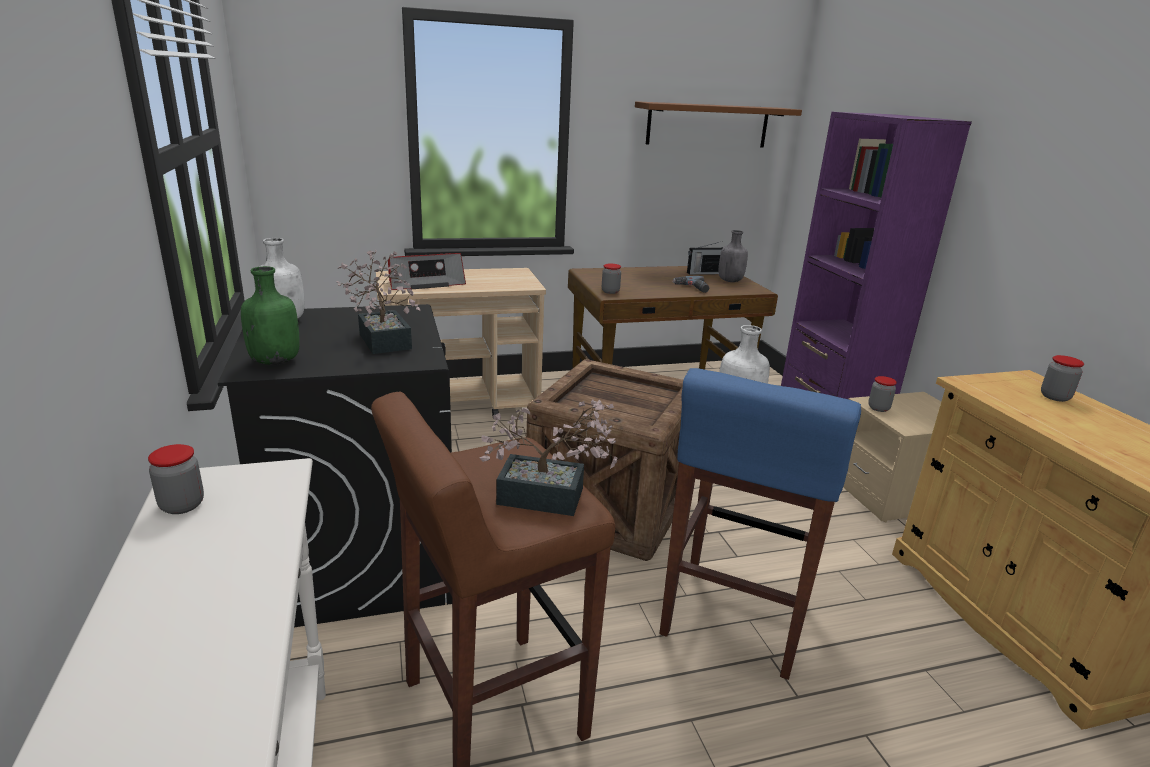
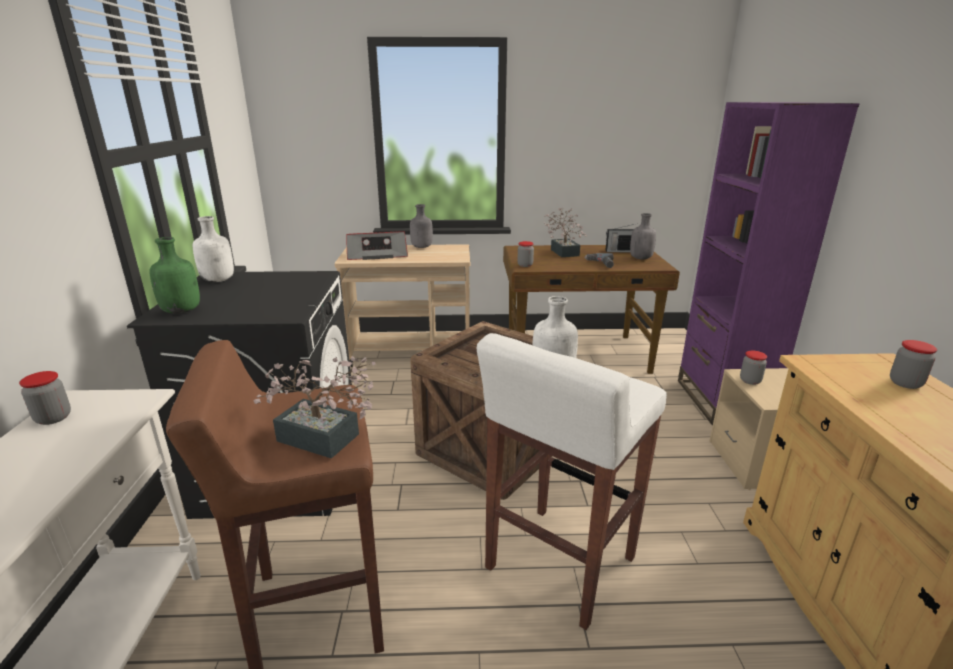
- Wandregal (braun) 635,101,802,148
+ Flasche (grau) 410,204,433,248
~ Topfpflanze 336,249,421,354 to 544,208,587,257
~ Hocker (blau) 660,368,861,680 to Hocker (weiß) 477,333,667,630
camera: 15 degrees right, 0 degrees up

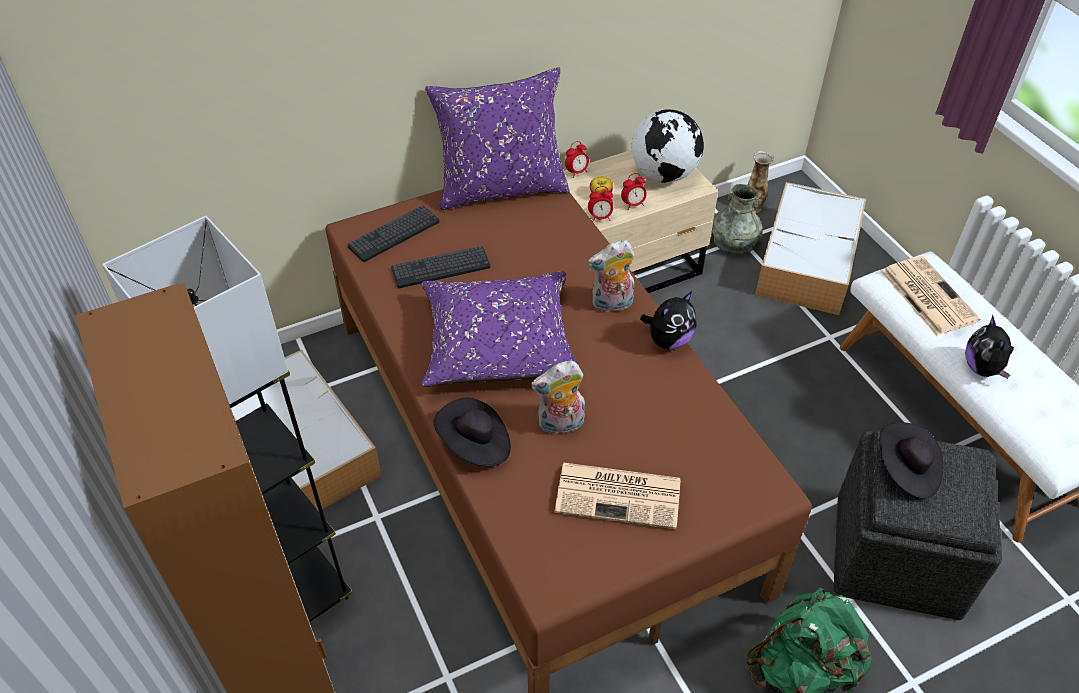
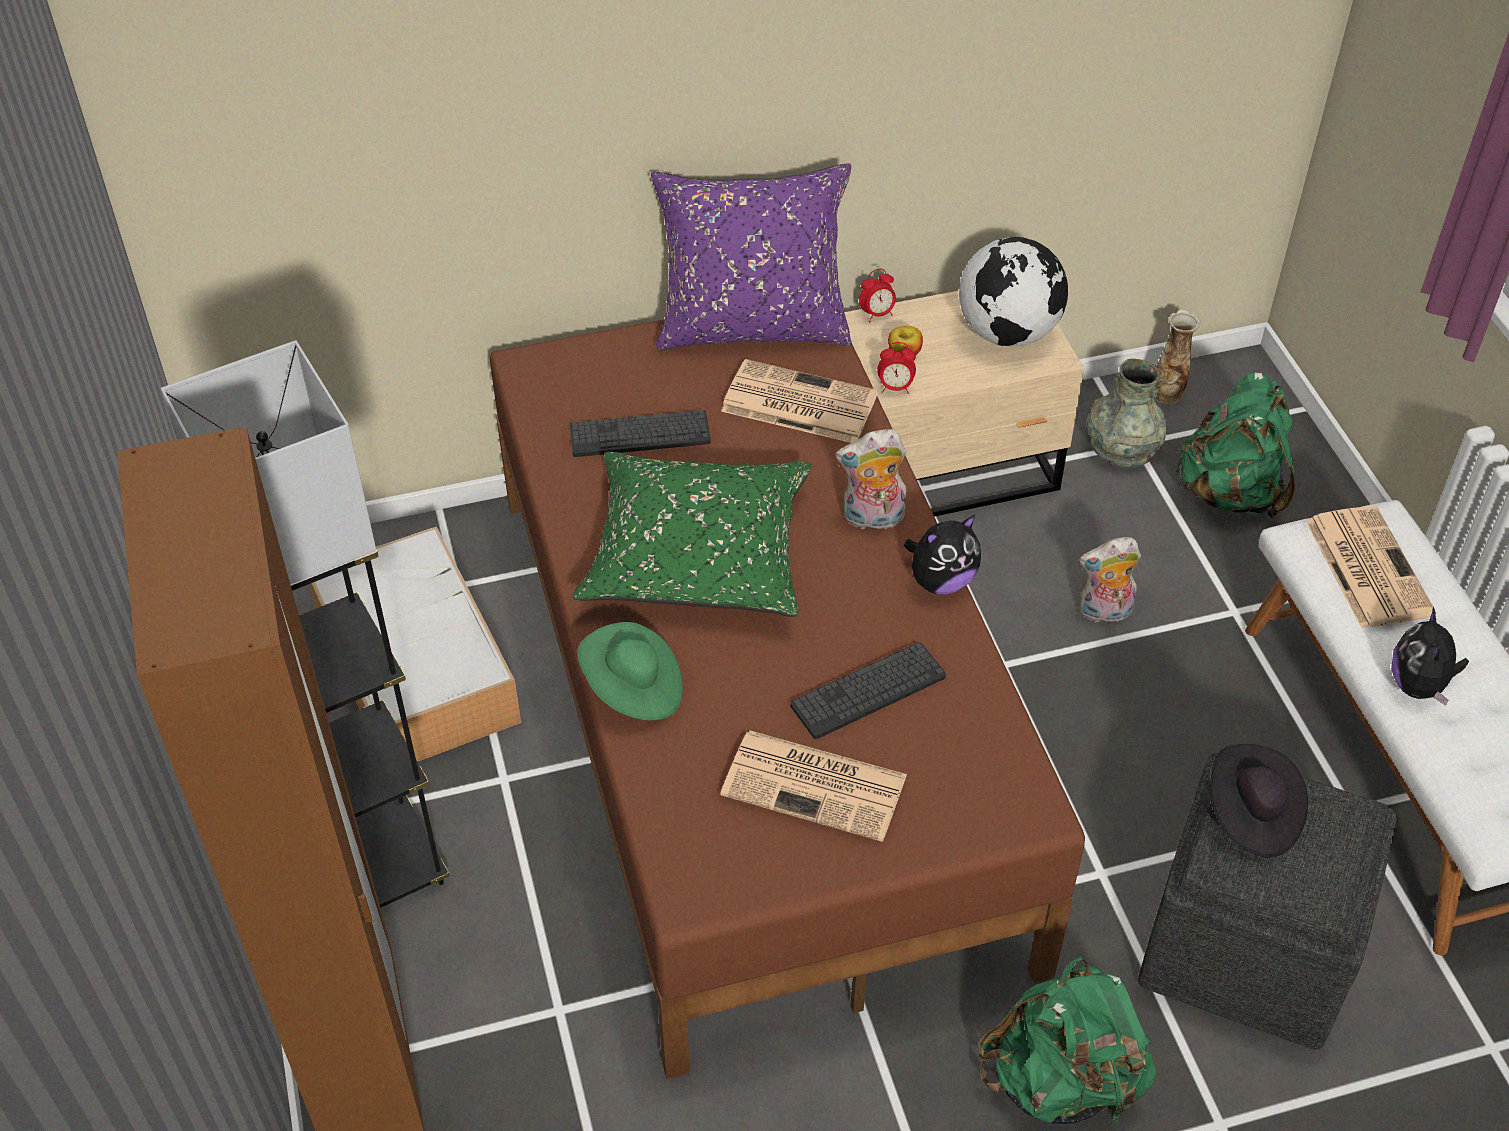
- Wecker 621,173,647,210
+ Zeitung 721,359,878,443
~ Tastatur 347,205,439,262 to 790,642,946,739
~ Plüschtier 531,361,585,435 to 1079,537,1141,622
~ Aufbewahrungsbox 755,182,866,315 to Rucksack (grün) 1176,373,1295,519
~ Kissen (lila) 421,272,577,387 to Kissen (grün) 573,451,811,617
~ Hut (schwarz) 434,398,511,466 to Hut (grün) 577,622,683,720
camera: 10 degrees right, 0 degrees up

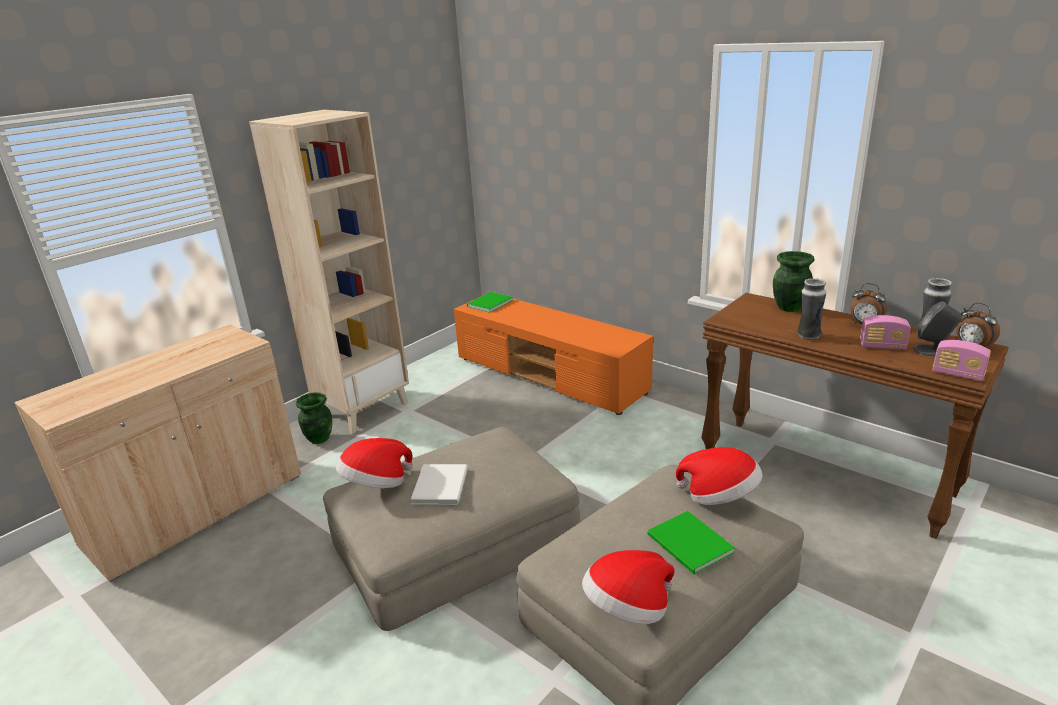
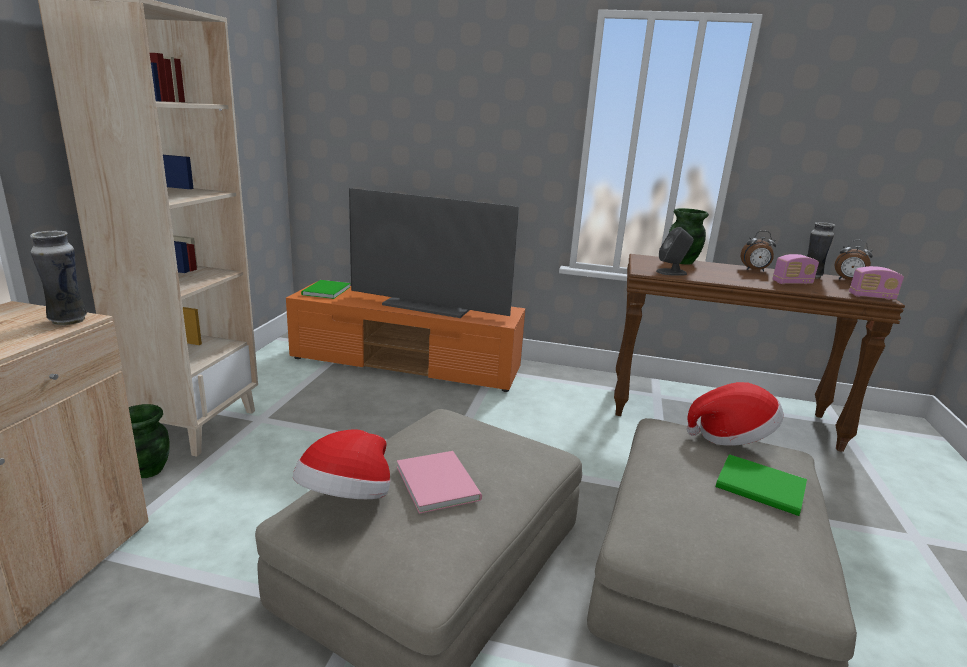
- Hut 582,550,674,624
+ Fernseher 349,188,519,318
~ Vase 797,278,826,340 to 30,230,87,325
~ Lautsprecher (grau) 913,302,962,356 to 656,227,694,276
~ Buch (weiß) 411,464,468,505 to Buch (rosa) 397,451,482,514
camera: 30 degrees left, 5 degrees down

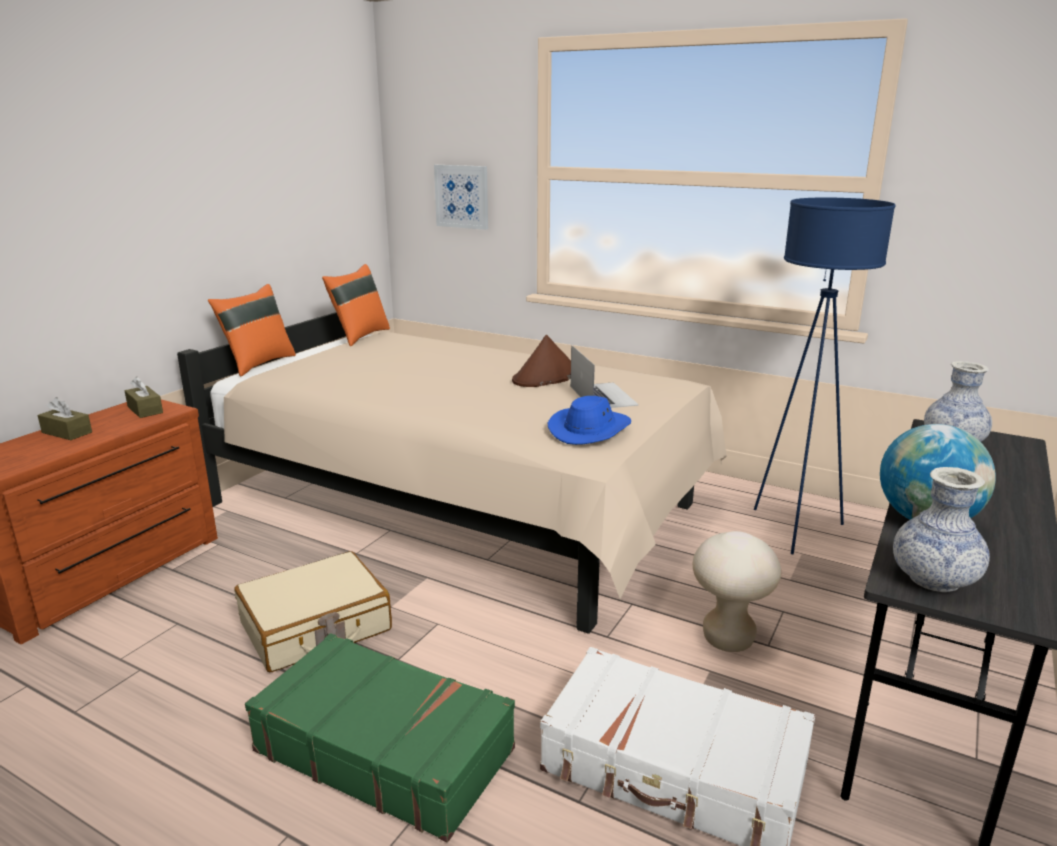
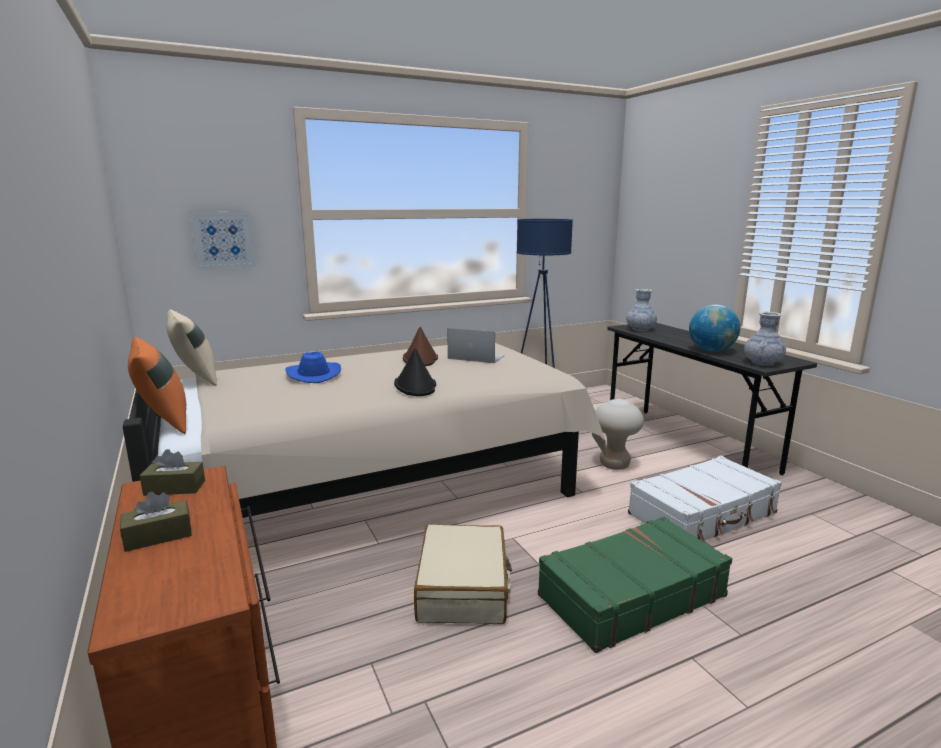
+ Hut (schwarz) 394,348,436,396
~ Hut (blau) 548,396,631,445 to 285,351,341,383
~ Kissen (orange) 322,264,390,346 to Kissen (beige) 166,309,217,386
camera: 55 degrees left, 5 degrees down

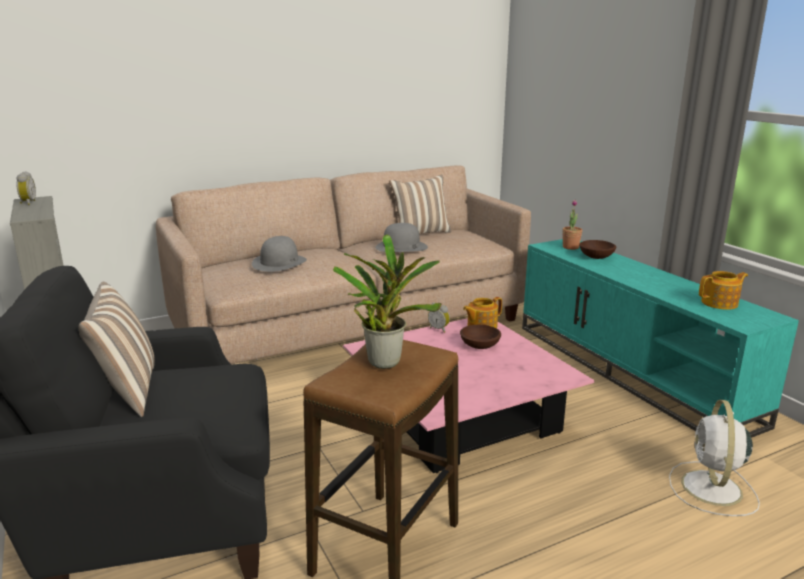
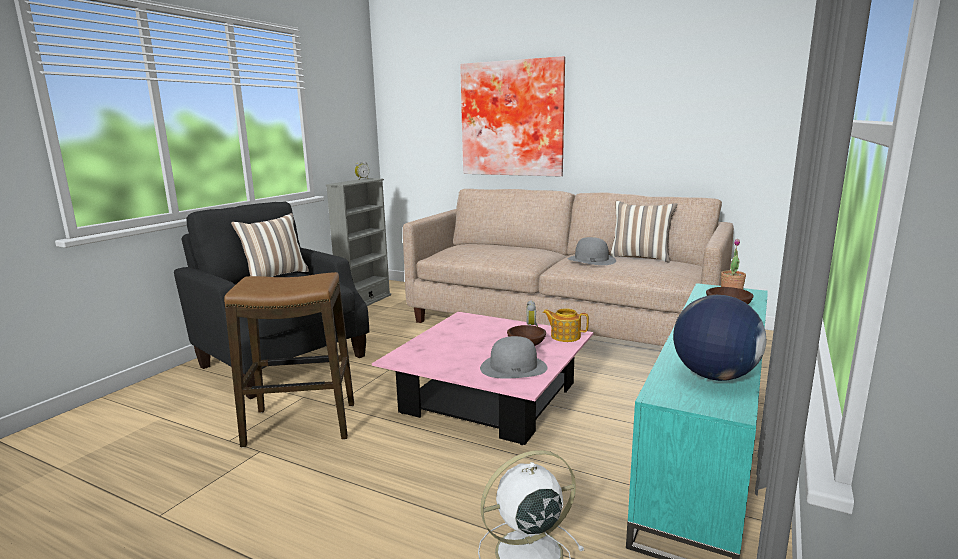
- Topfpflanze 333,234,442,369
+ Bild 460,56,565,177
~ Hut (grau) 252,236,307,272 to 480,336,547,379
~ Teekanne 699,271,748,310 to Globus 673,295,766,381
camera: 55 degrees right, 5 degrees down

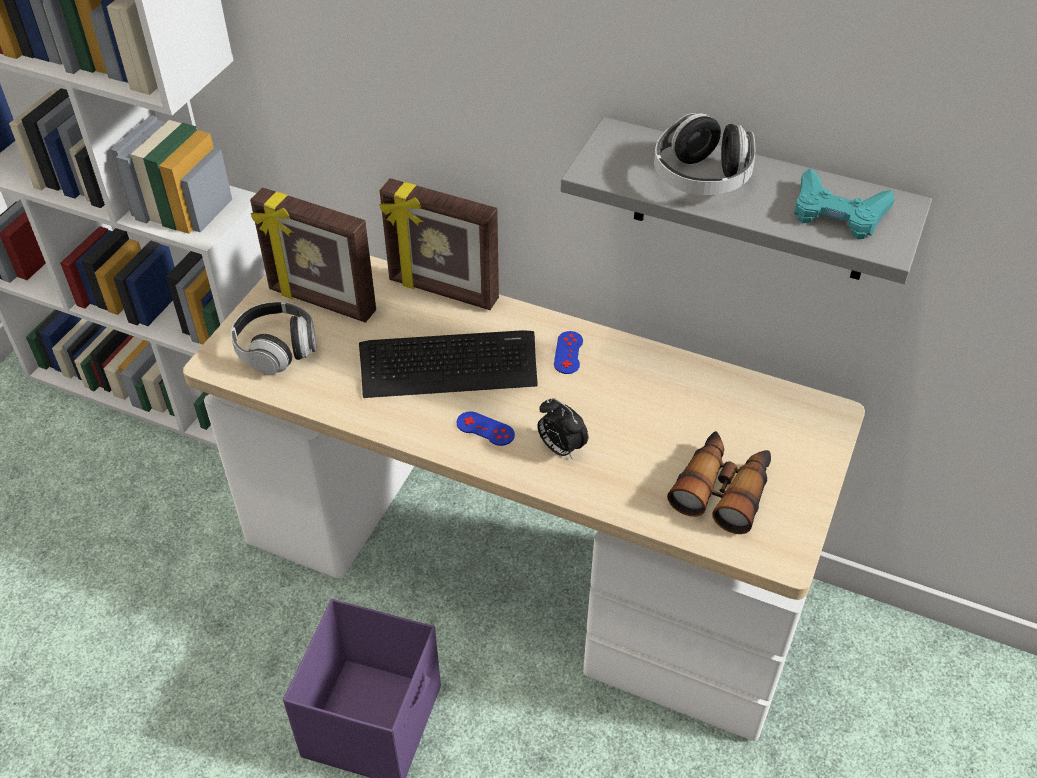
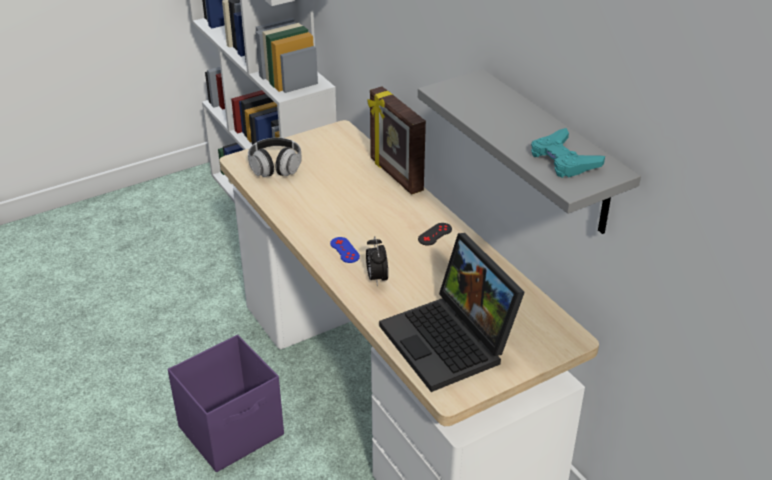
- Bilderrahmen 250,187,376,323
- Tastatur 359,330,538,398
- Kopfhörer 654,113,756,195
~ Fernglas 667,431,771,534 to Laptop 379,233,525,392
~ Gamepad (blau) 554,331,583,374 to Gamepad (schwarz) 418,223,452,245
camera: 35 degrees right, 10 degrees down

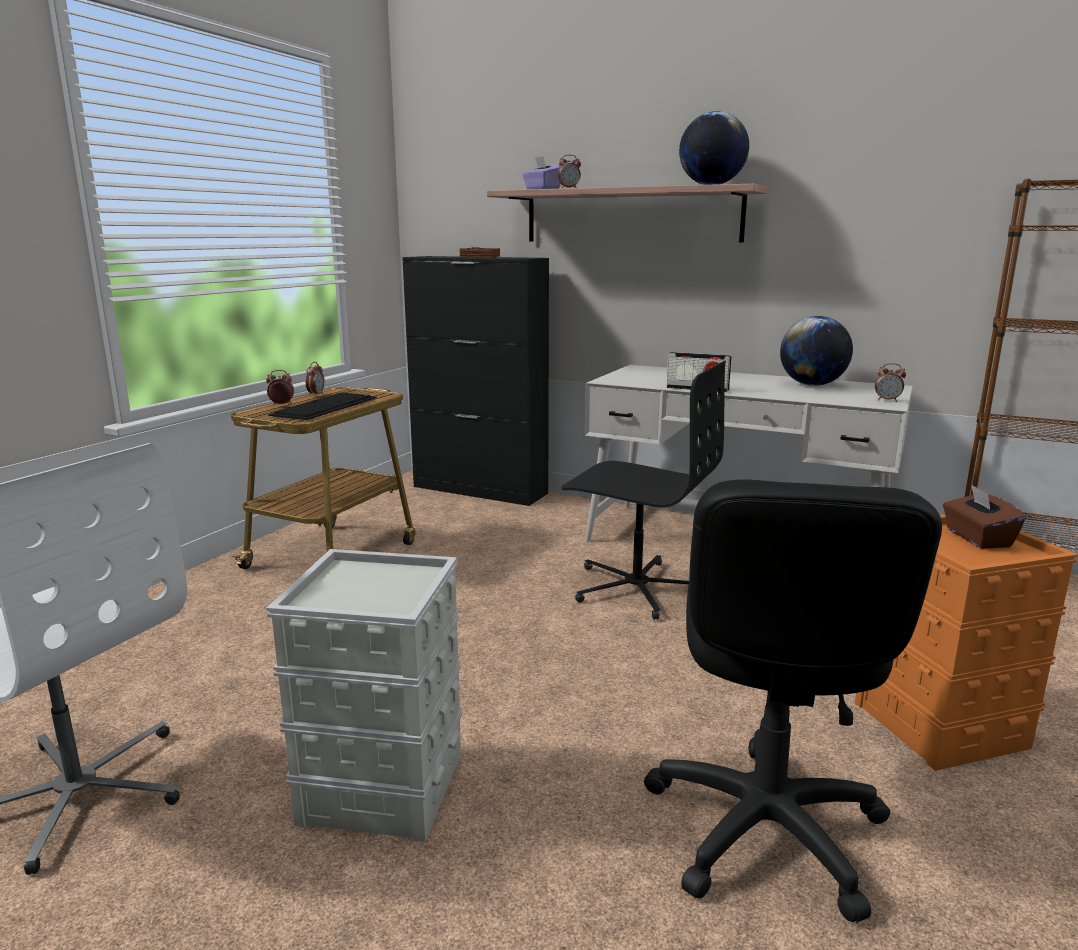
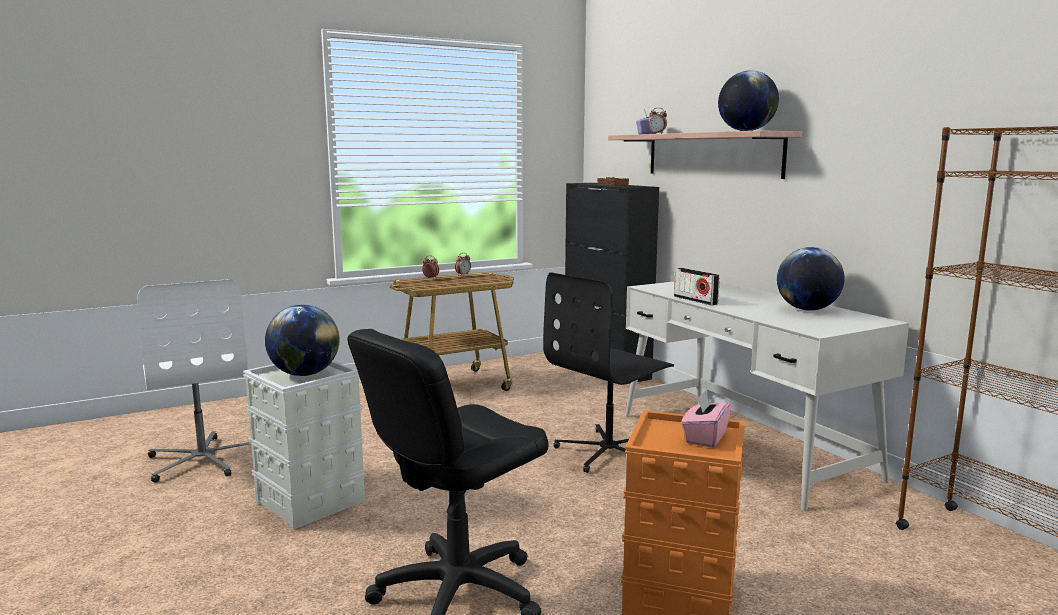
- Tastatur 268,392,377,420
- Wecker 875,363,906,402
+ Globus 265,304,339,376
~ Taschentuchbox (braun) 943,484,1026,549 to Taschentuchbox (rosa) 681,391,731,448
~ Bürostuhl (schwarz) 562,361,726,620 = 543,272,674,473 75 degrees clockwise
camera: 35 degrees right, 5 degrees down

